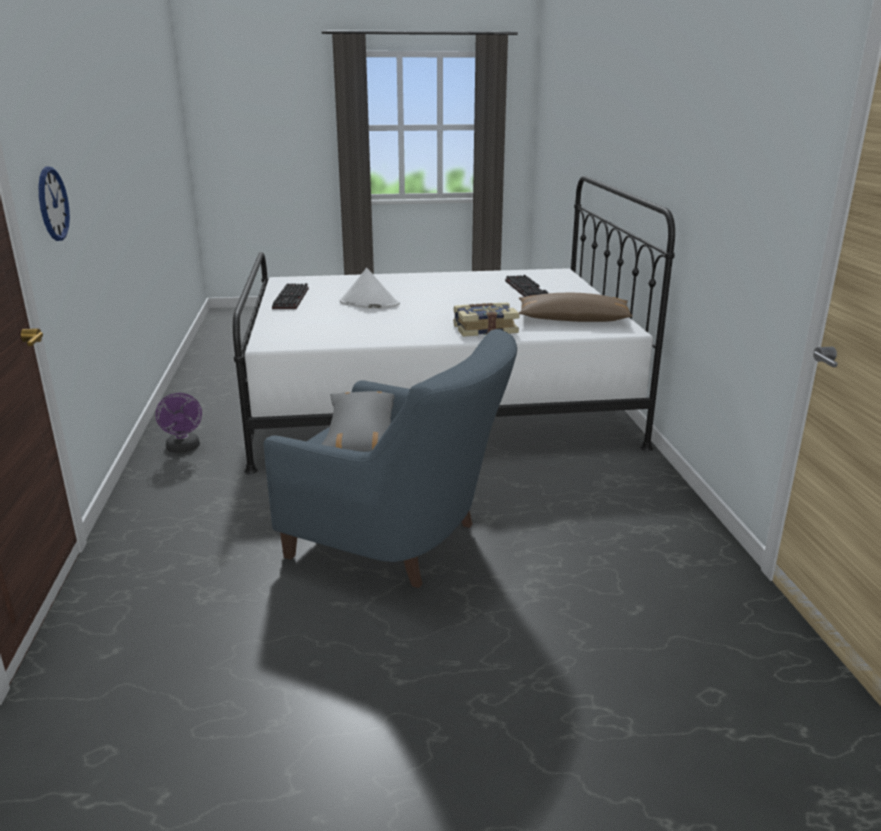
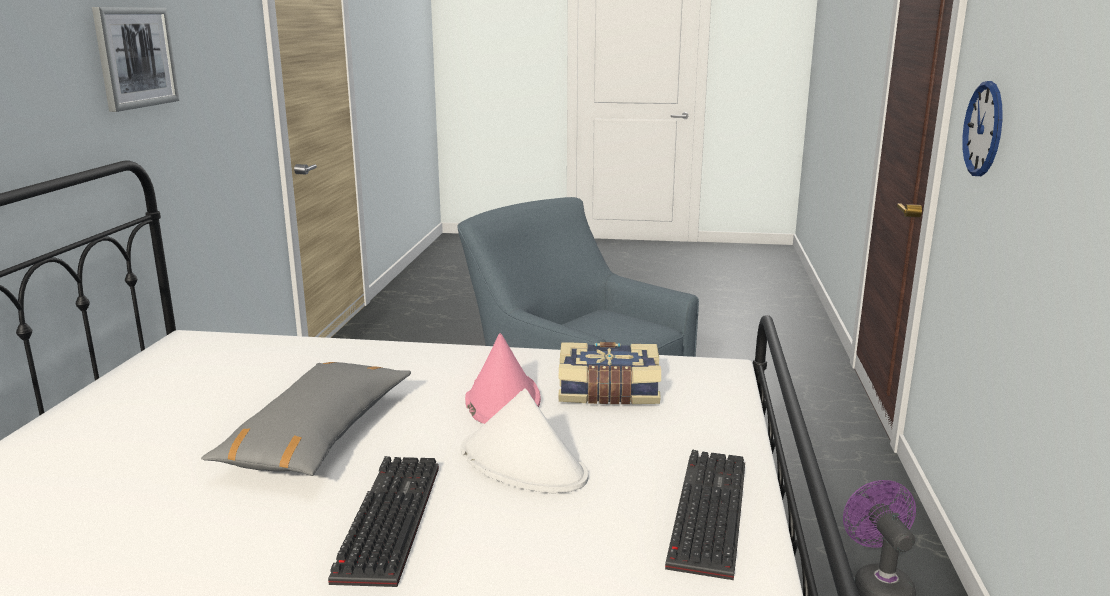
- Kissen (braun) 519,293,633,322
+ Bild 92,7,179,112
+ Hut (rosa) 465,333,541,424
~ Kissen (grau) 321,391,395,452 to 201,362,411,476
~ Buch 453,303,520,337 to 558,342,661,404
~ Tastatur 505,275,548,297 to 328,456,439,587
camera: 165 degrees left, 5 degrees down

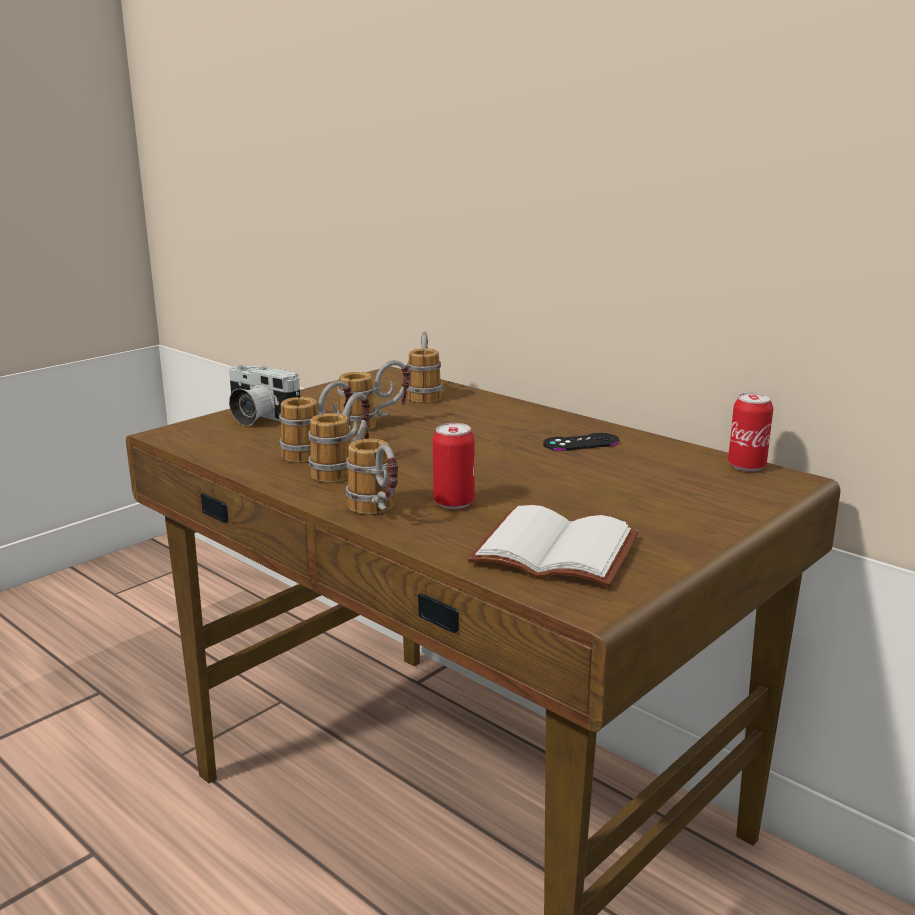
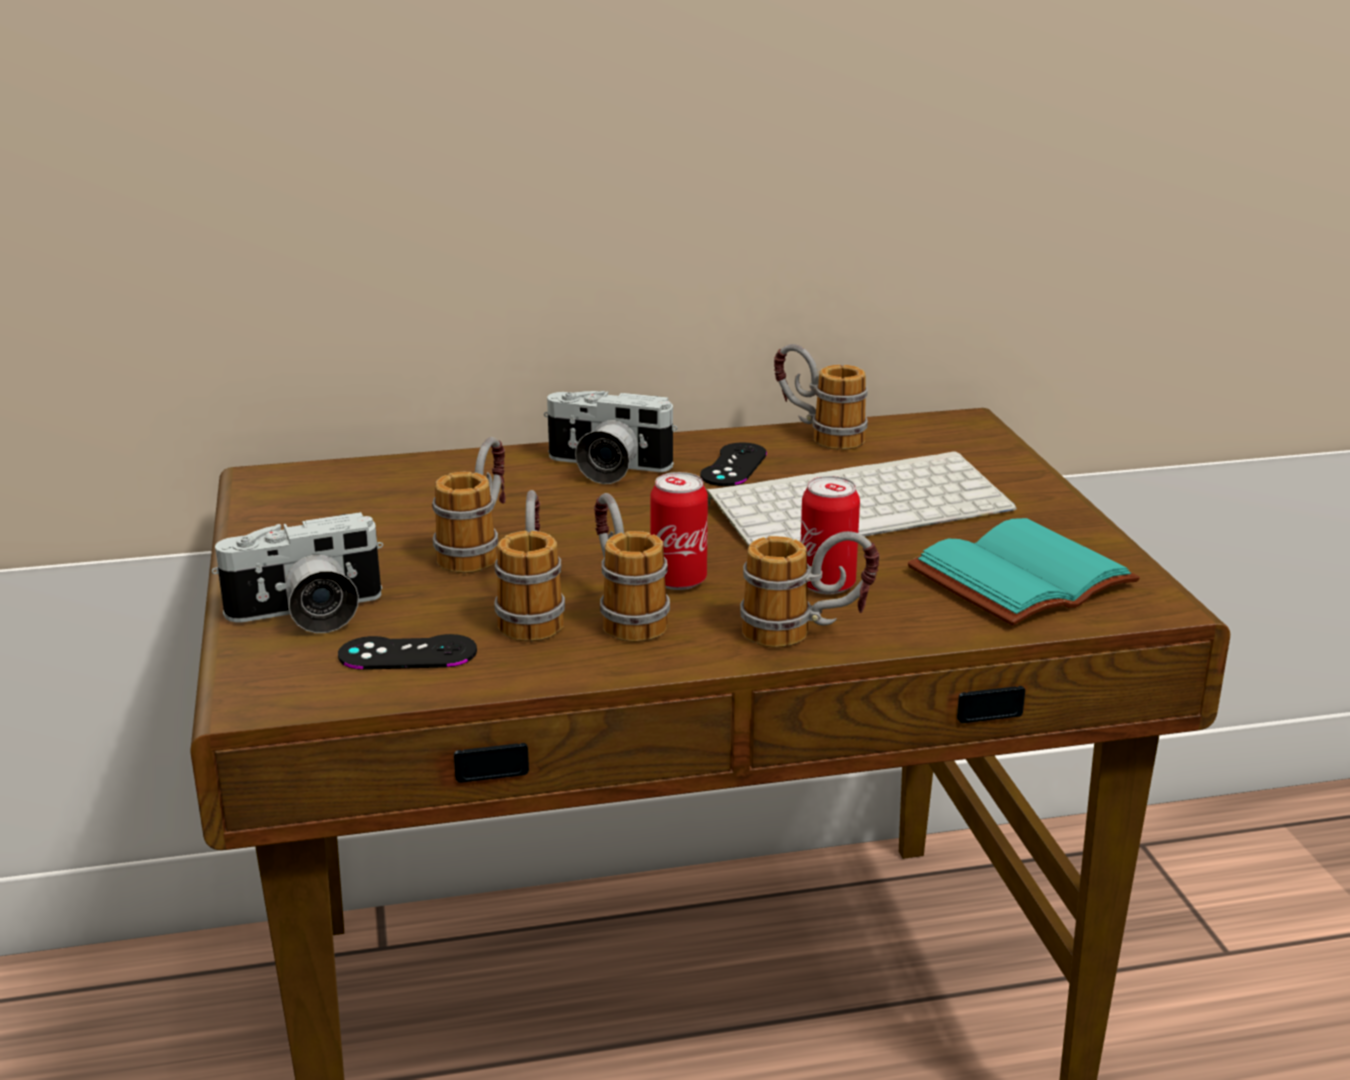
+ Gamepad (schwarz) 338,634,477,670
+ Kamera 544,391,677,484
+ Tastatur 706,451,1017,546
~ Henkelbecher 407,331,442,403 to 774,344,868,450
~ Dose 728,393,773,471 to 650,472,708,590
~ Buch (weiß) 467,505,638,587 to Buch (türkis) 908,518,1140,626
camera: 55 degrees left, 5 degrees up

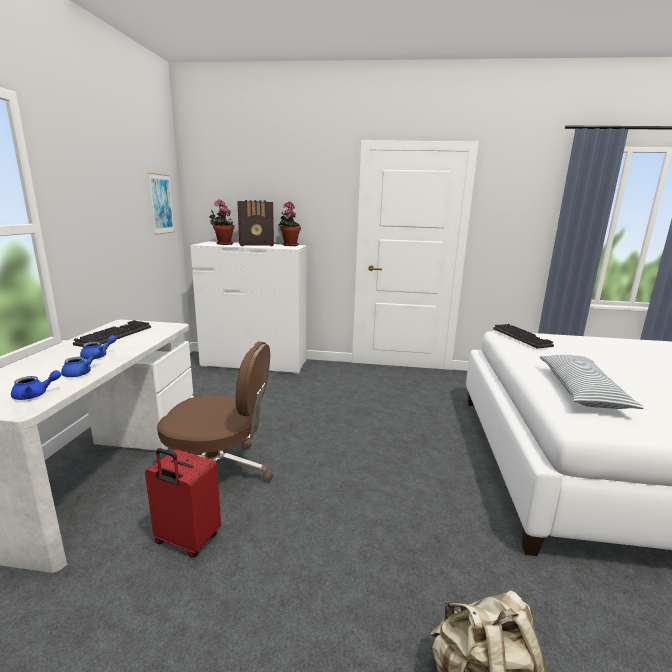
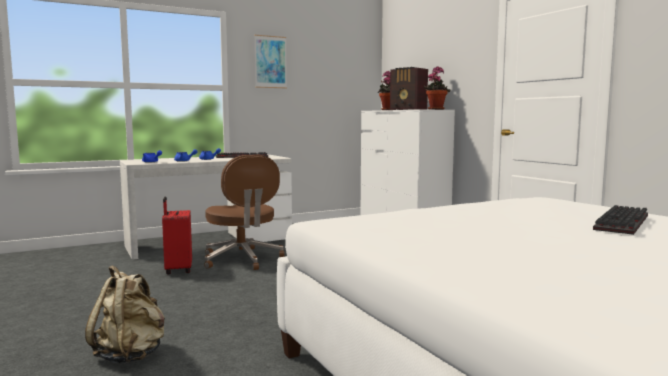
- Kissen 540,355,644,409
~ Bild 148,173,175,235 to 254,35,287,88
~ Tastatur 493,324,554,349 to 593,205,648,235
camera: 55 degrees right, 10 degrees down

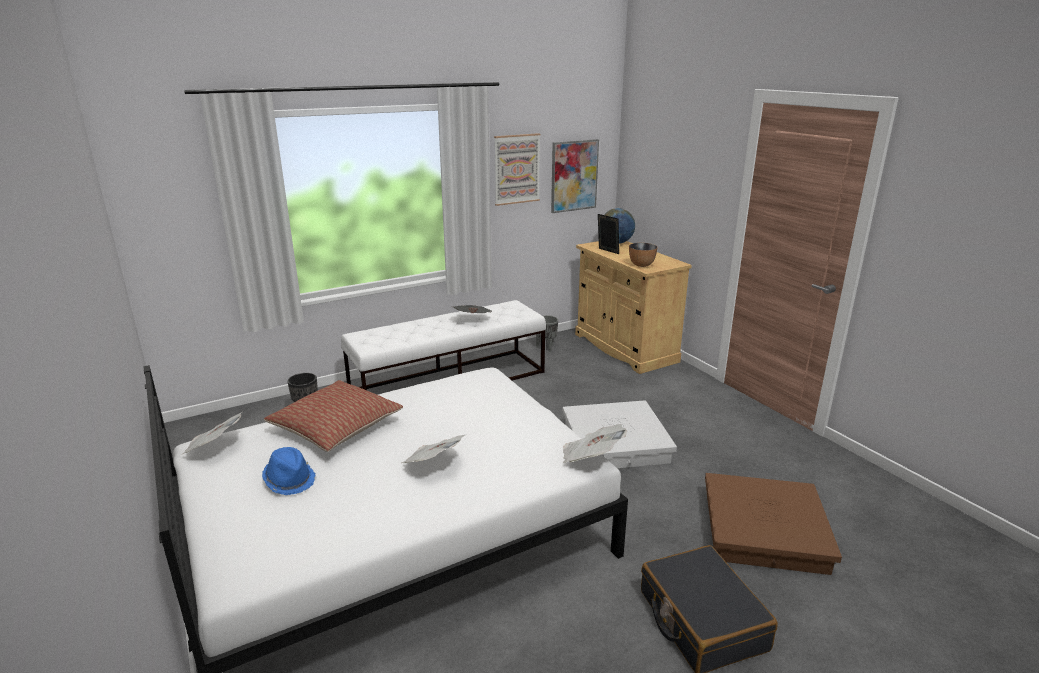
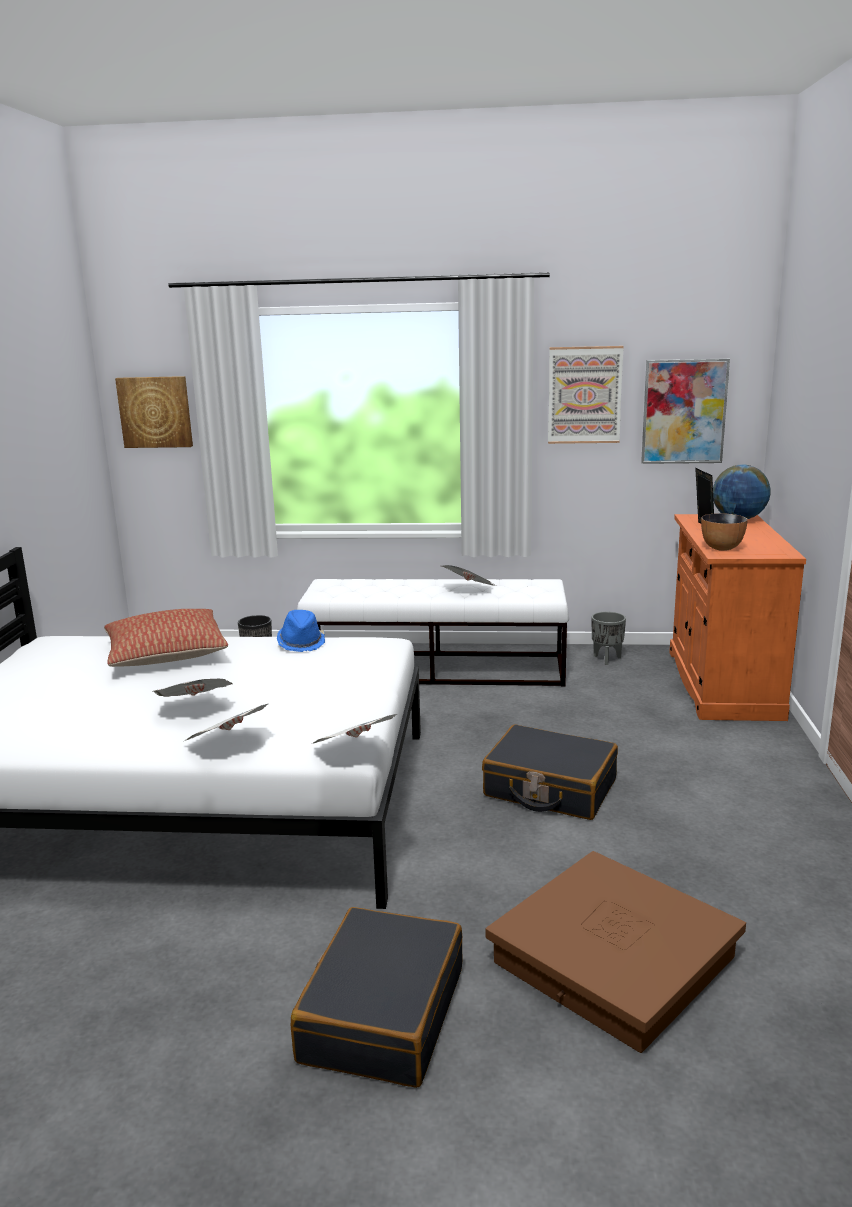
+ Bild 115,376,193,448
~ Zeitung 181,412,242,455 to 185,704,268,741
~ Hut (blau) 262,447,316,495 to 277,610,325,652
~ Aufbewahrungsbox (weiß) 563,400,677,468 to Koffer (schwarz) 482,724,618,820
~ Schrank (beige) 575,241,692,374 to Schrank (orange) 669,514,806,721
camera: 35 degrees right, 5 degrees down

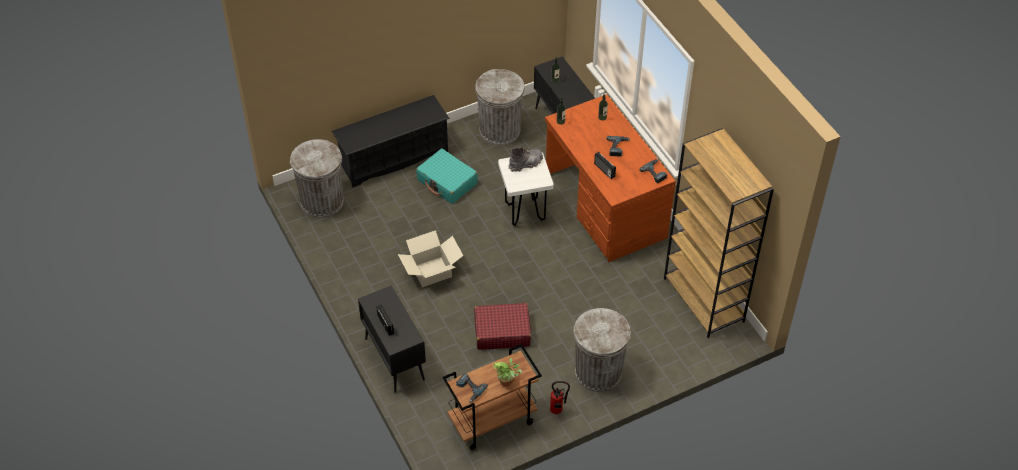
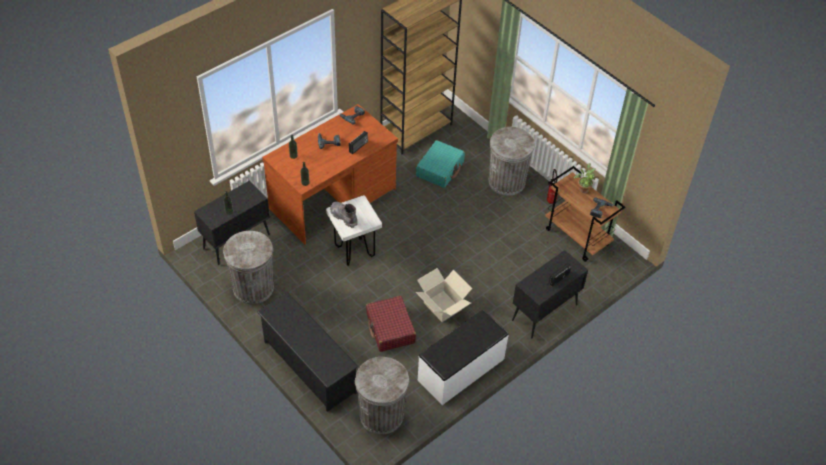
+ Bank (weiß) 418,310,509,405
~ Koffer (türkis) 416,149,478,204 to 416,140,465,188
~ Koffer (rot) 474,303,531,350 to 366,296,416,352
camera: 105 degrees left, 0 degrees up

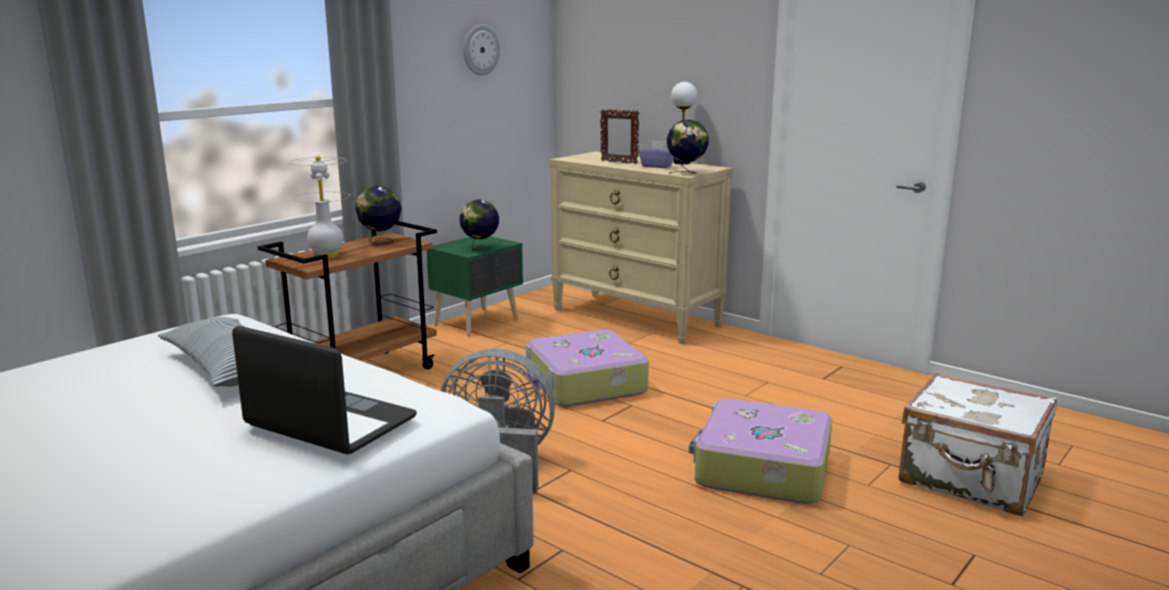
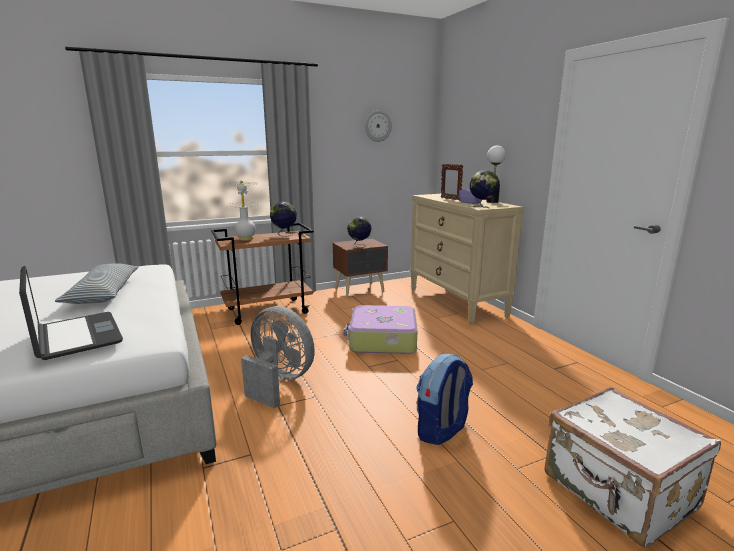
~ Koffer 689,399,832,504 to Rucksack 416,354,473,445
~ Nachttisch (grün) 427,236,523,336 to Nachttisch (braun) 333,239,388,298
camera: 25 degrees right, 0 degrees up

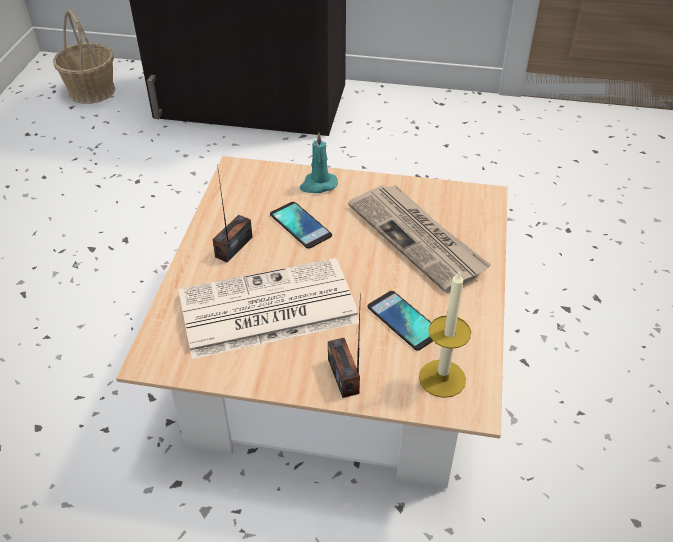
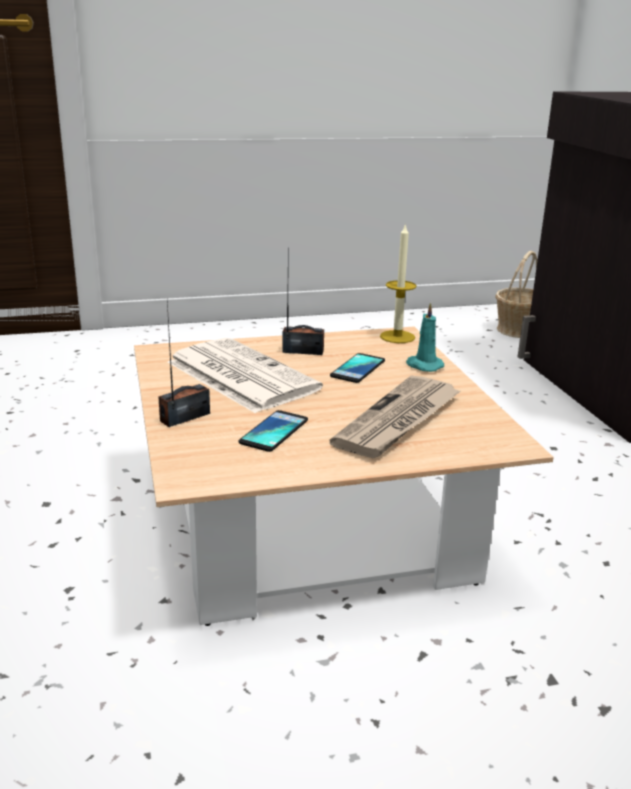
~ Kerze 419,269,471,398 to 380,223,417,343
camera: 65 degrees right, 20 degrees down

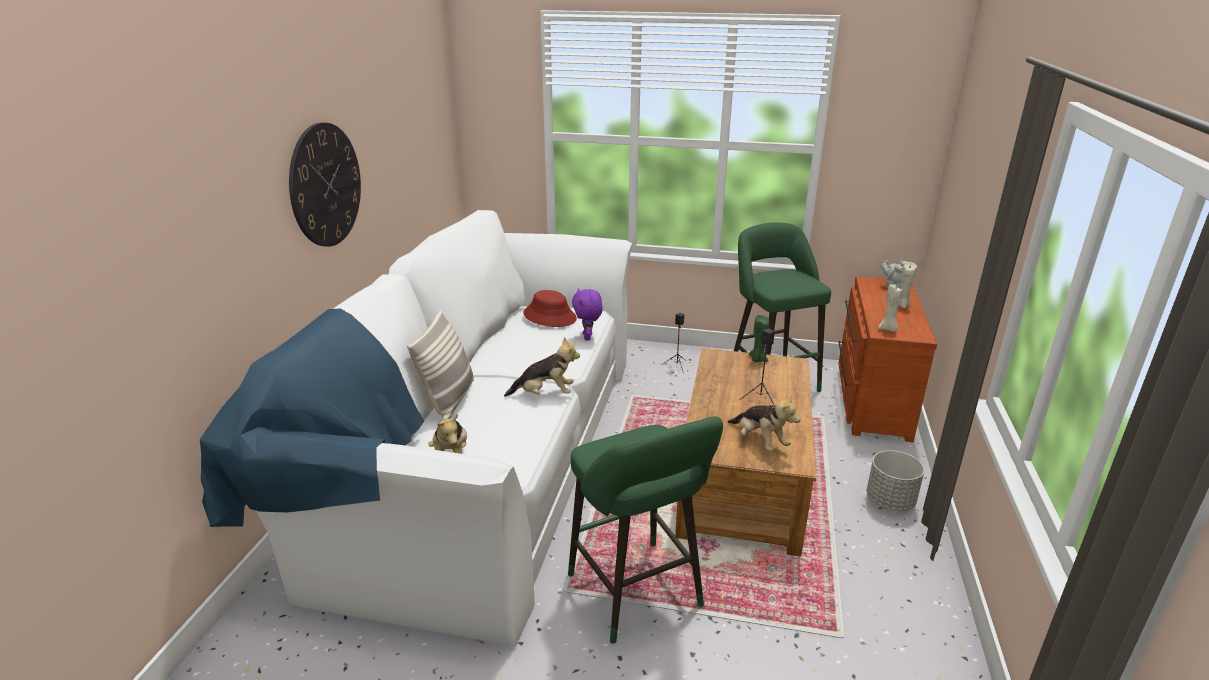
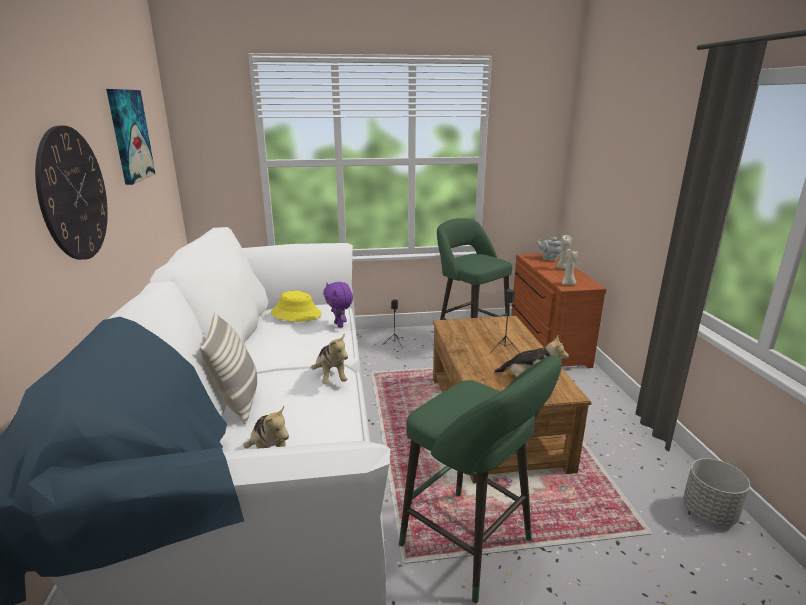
- Kerze (grün) 749,315,769,362
+ Bild 106,89,155,185
~ Pflanzkübel (grau) 867,450,924,511 to 683,458,750,526
~ Hut (rot) 523,290,577,327 to Hut (gelb) 271,291,322,322
~ Plüschtier 504,337,580,397 = 311,333,348,384 90 degrees clockwise
camera: 20 degrees left, 5 degrees down

